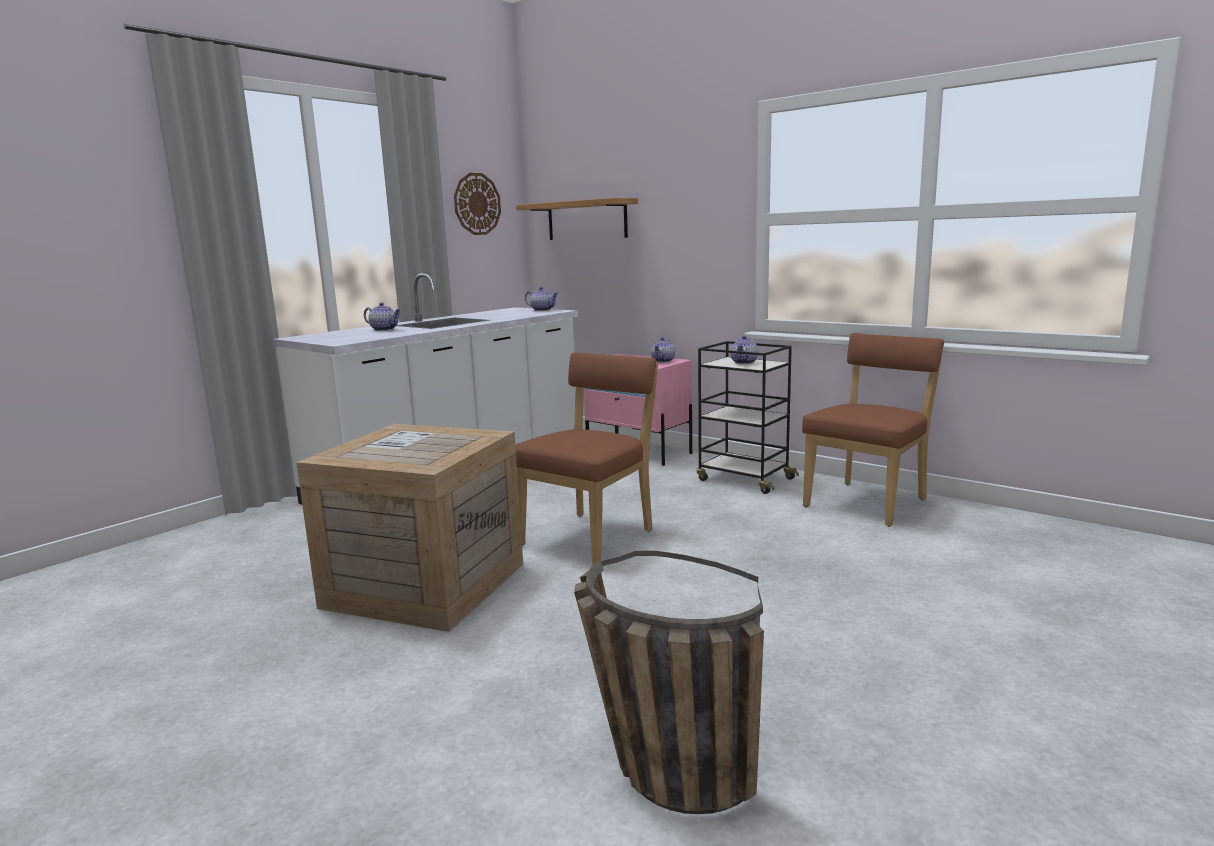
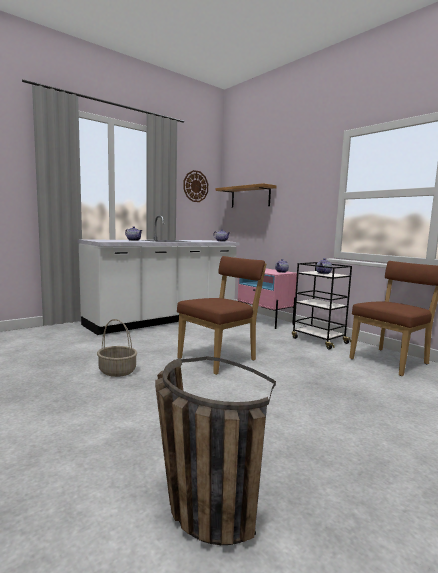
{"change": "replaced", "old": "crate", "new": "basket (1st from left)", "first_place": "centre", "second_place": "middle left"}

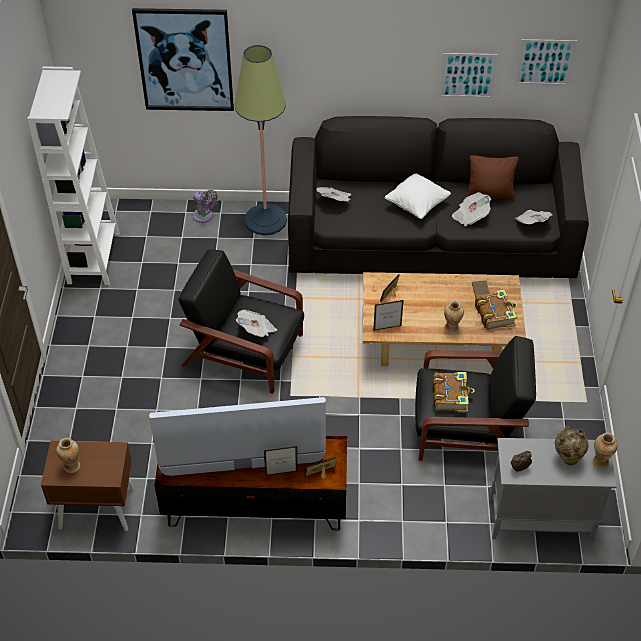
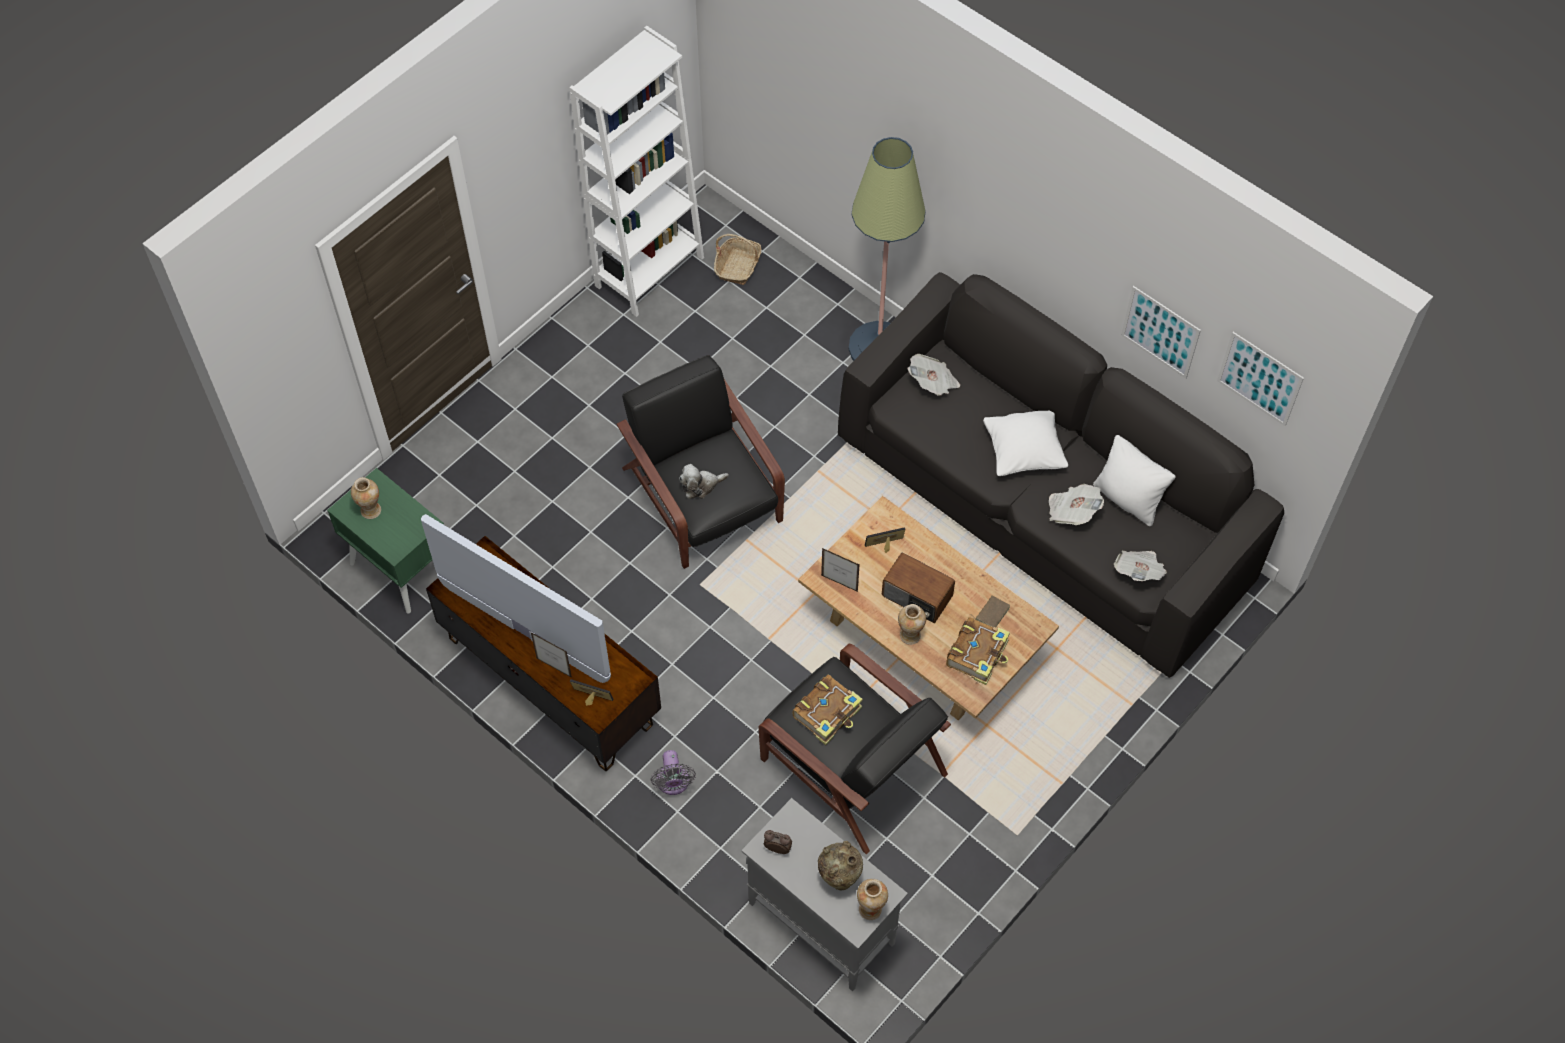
{"change": "recoloured", "old": "brown nightstand", "new": "green nightstand", "first_place": "bottom left", "second_place": "middle left"}
{"change": "removed", "old": "picture (1st from left)", "first_place": "top left"}
{"change": "moved", "old": "grey fan", "first_place": "top left", "second_place": "bottom centre"}
{"change": "replaced", "old": "newspaper (1st from left)", "new": "plush toy", "first_place": "centre", "second_place": "centre"}
{"change": "recoloured", "old": "brown pillow", "new": "white pillow (2nd from left)", "first_place": "top right", "second_place": "middle right"}
{"change": "added", "new": "basket", "second_place": "top centre"}
{"change": "added", "new": "radio", "second_place": "centre"}

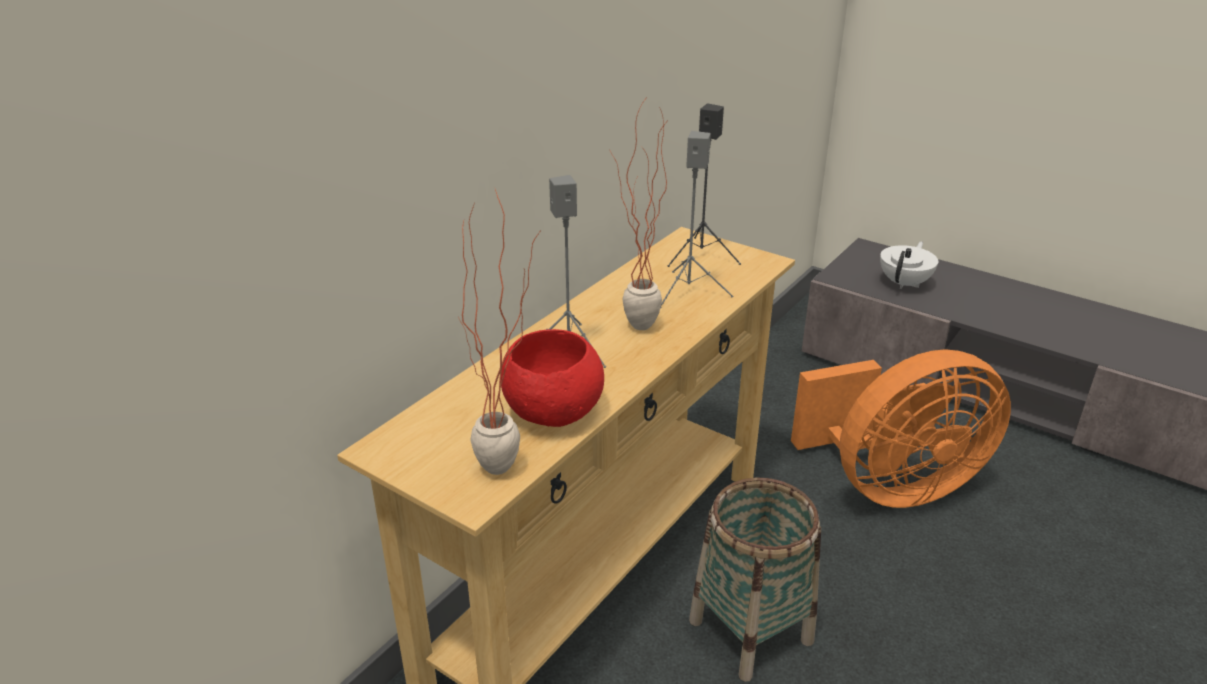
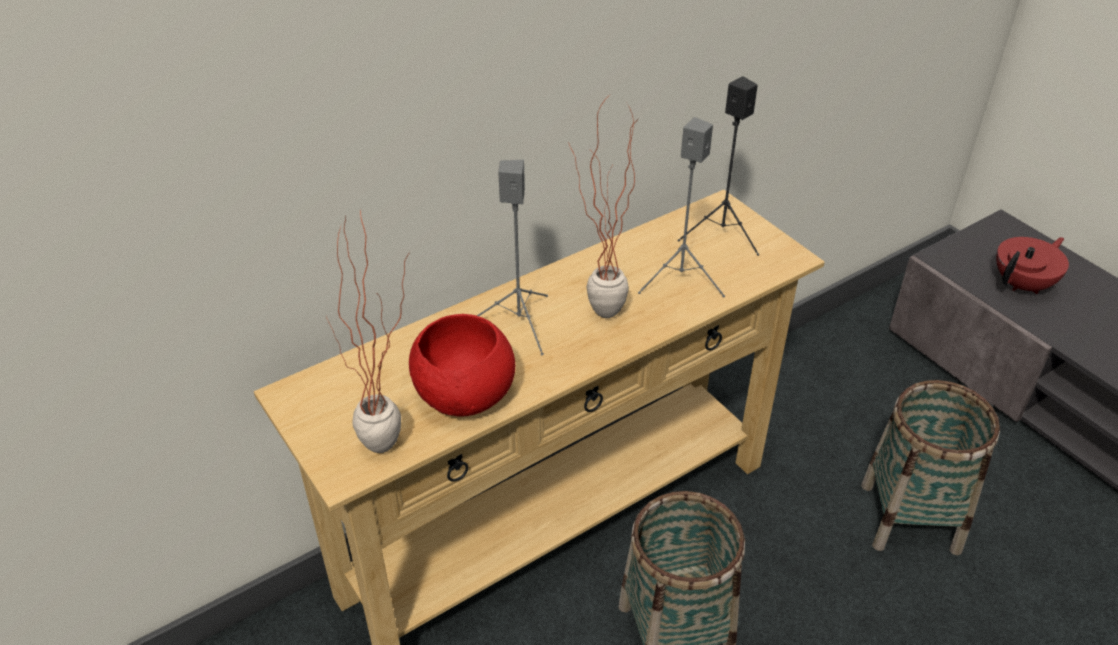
{"change": "replaced", "old": "orange fan", "new": "basket (2nd from left)", "first_place": "middle right", "second_place": "bottom right"}
{"change": "recoloured", "old": "white teapot", "new": "red teapot", "first_place": "middle right", "second_place": "middle right"}

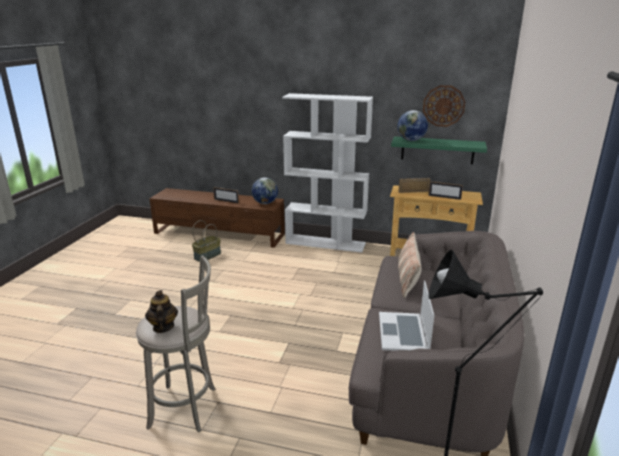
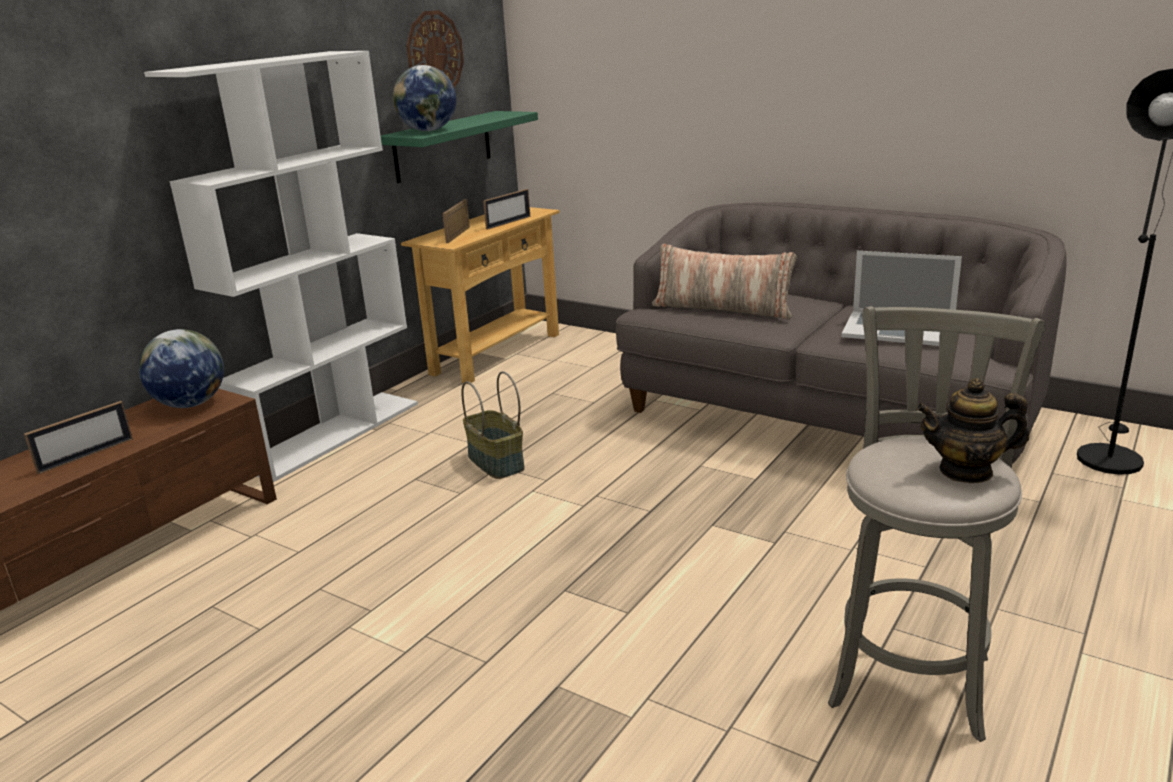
{"change": "moved", "old": "basket", "first_place": "middle left", "second_place": "centre"}

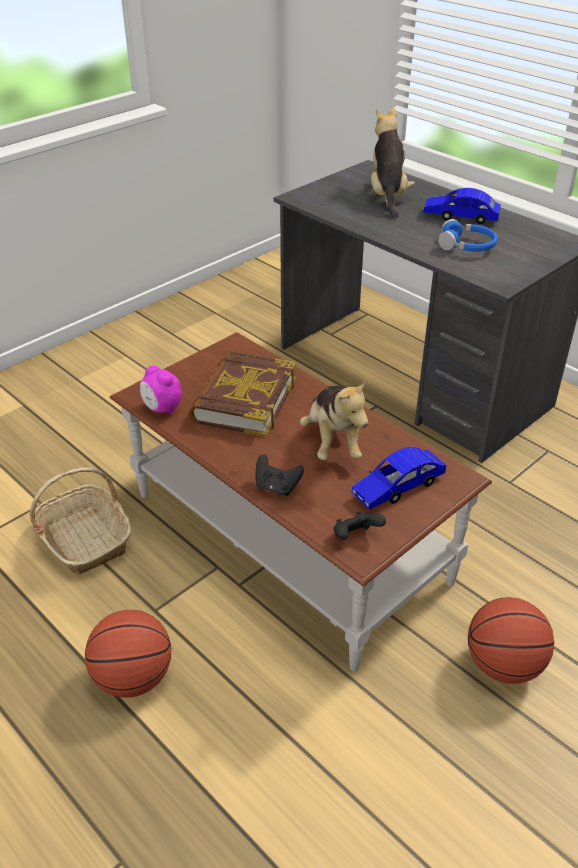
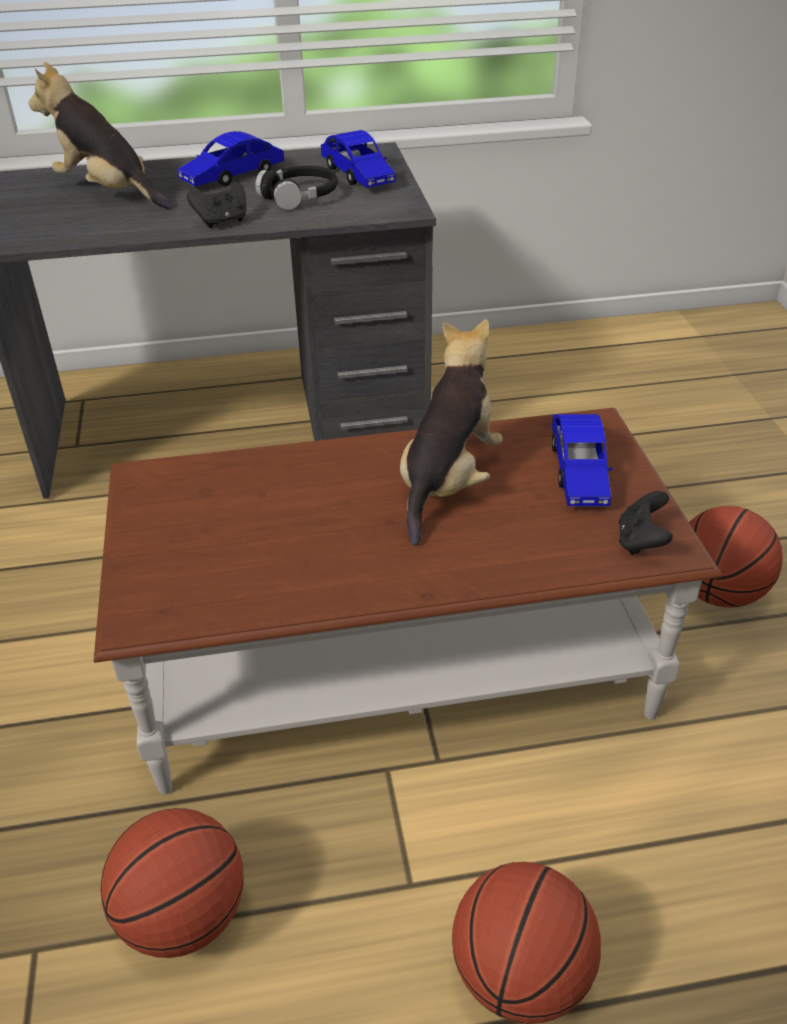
{"change": "replaced", "old": "basket", "new": "basketball (1st from left)", "first_place": "middle left", "second_place": "bottom left"}
{"change": "removed", "old": "alarm clock", "first_place": "middle left"}
{"change": "removed", "old": "book", "first_place": "centre"}
{"change": "moved", "old": "black game controller (1st from left)", "first_place": "centre", "second_place": "top left"}
{"change": "turned", "old": "plush toy (1st from left in the first image)", "first_place": "centre", "second_place": "centre", "degrees": -90}
{"change": "recoloured", "old": "blue headphones", "new": "black headphones", "first_place": "top right", "second_place": "top centre"}
{"change": "added", "new": "blue toy car (2nd from left)", "second_place": "top centre"}

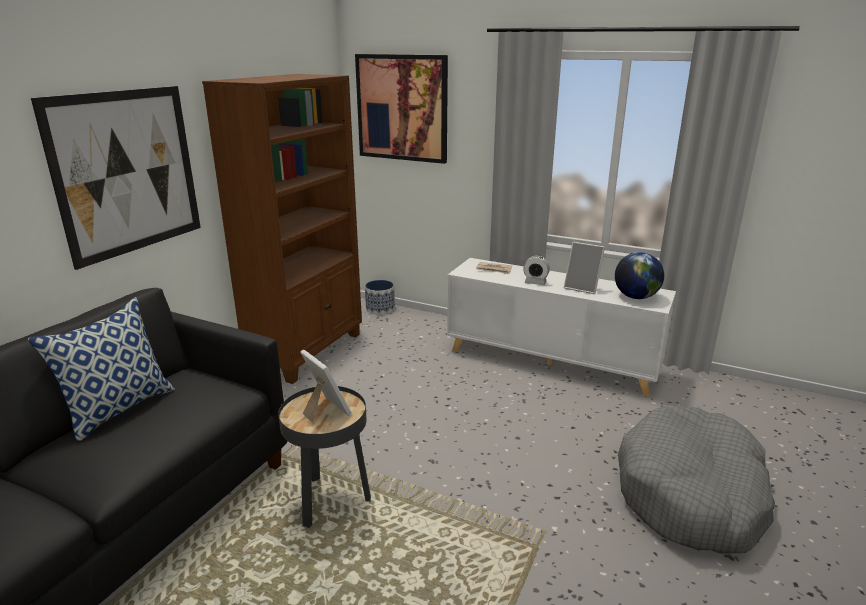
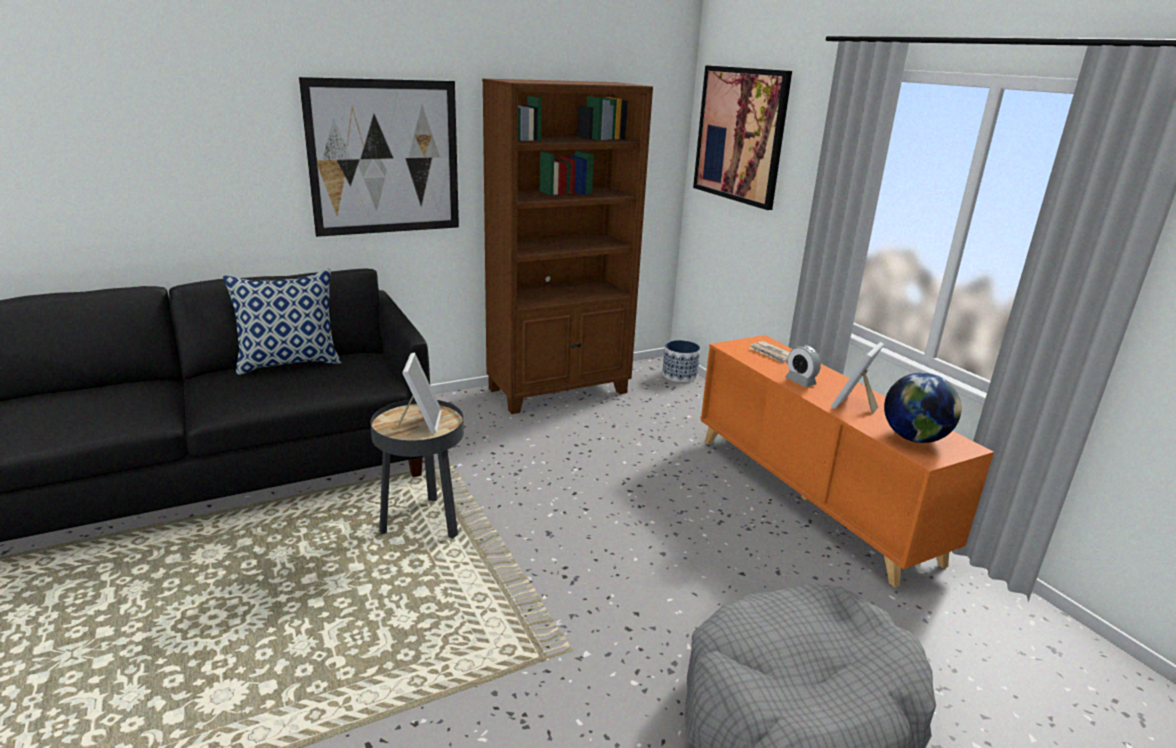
{"change": "recoloured", "old": "white cabinet", "new": "orange cabinet", "first_place": "centre", "second_place": "middle right"}
{"change": "turned", "old": "picture frame (2nd from left)", "first_place": "middle right", "second_place": "middle right", "degrees": 60}

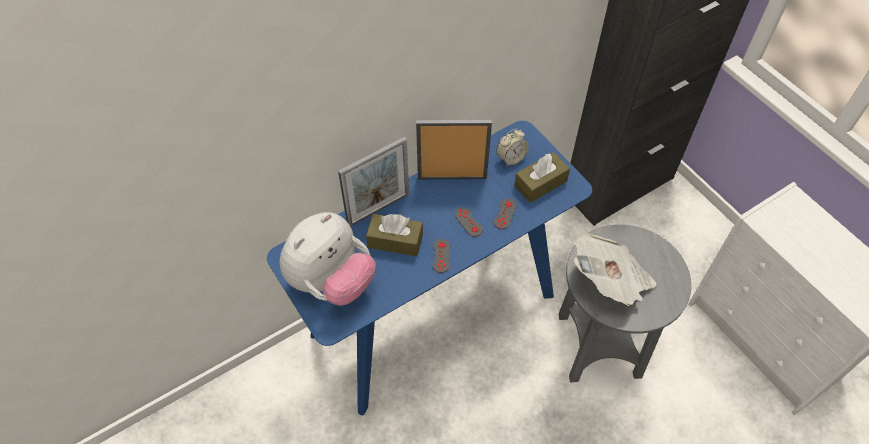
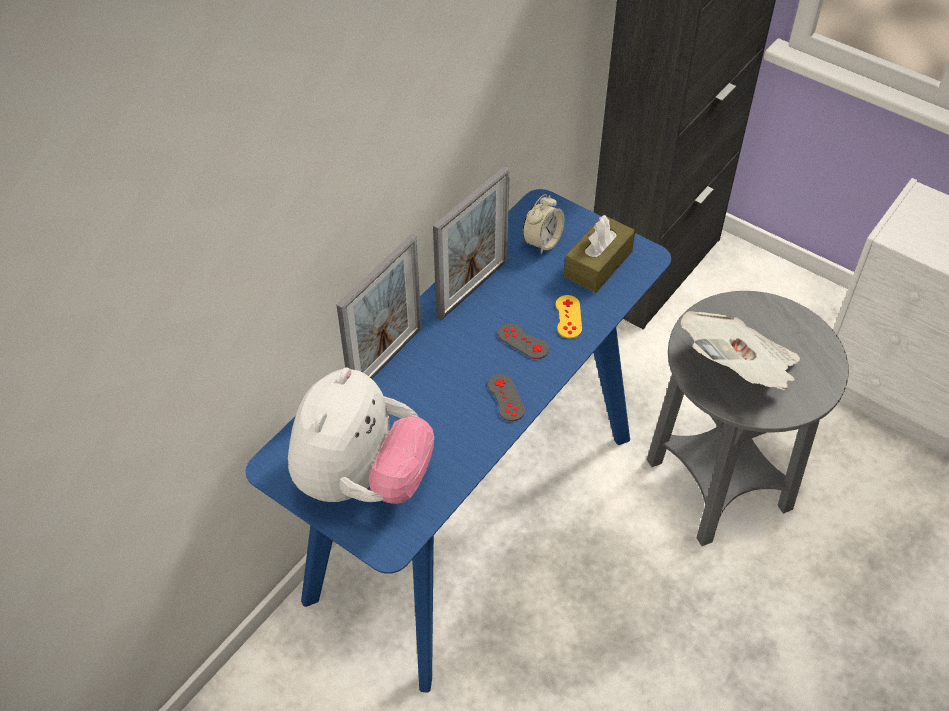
{"change": "removed", "old": "brown tissue box (1st from left)", "first_place": "centre"}
{"change": "turned", "old": "picture frame (2nd from left)", "first_place": "centre", "second_place": "centre", "degrees": 150}
{"change": "recoloured", "old": "grey game controller (3rd from left)", "new": "yellow game controller", "first_place": "centre", "second_place": "centre"}

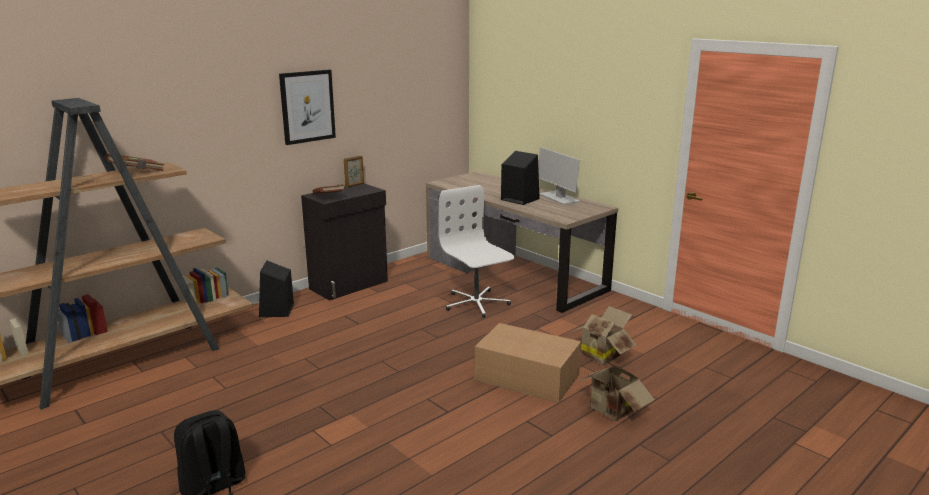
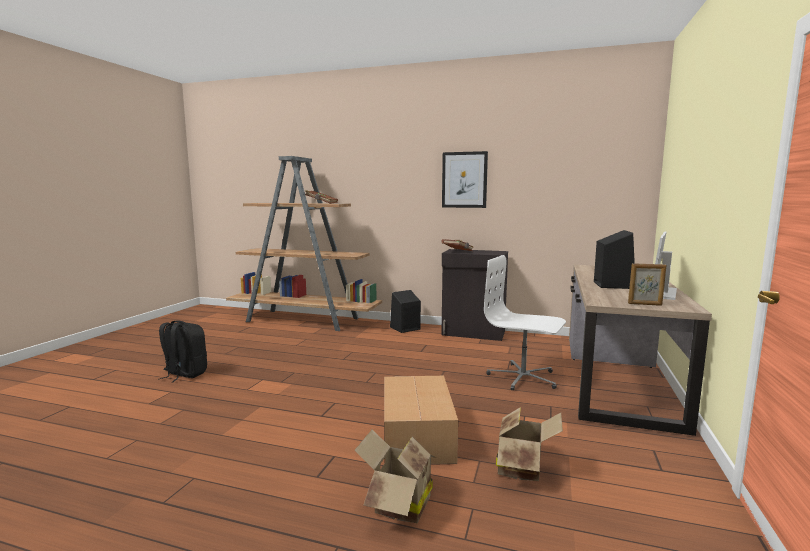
{"change": "moved", "old": "picture frame", "first_place": "centre", "second_place": "middle right"}
{"change": "turned", "old": "white office chair", "first_place": "centre", "second_place": "centre", "degrees": -90}

